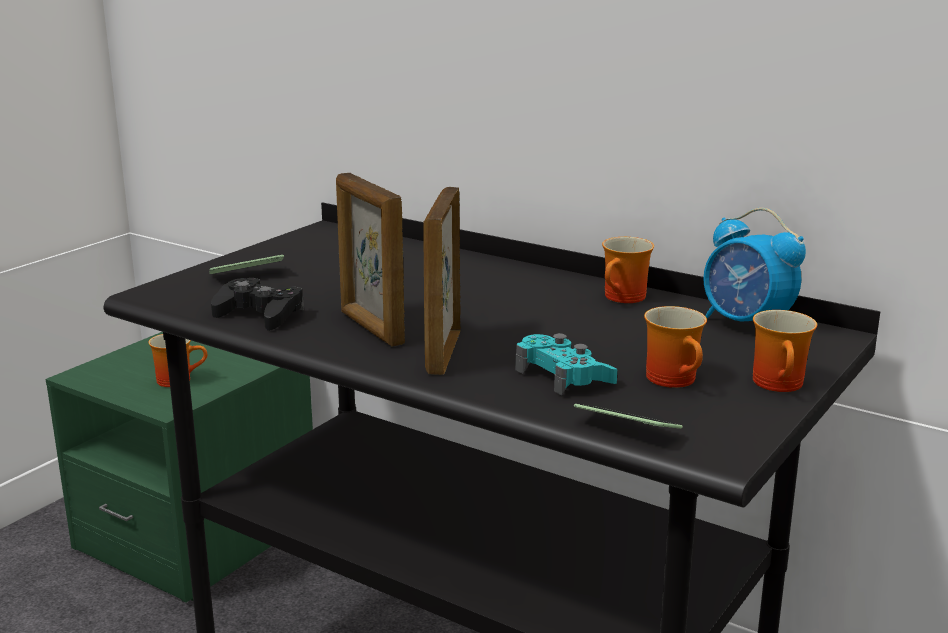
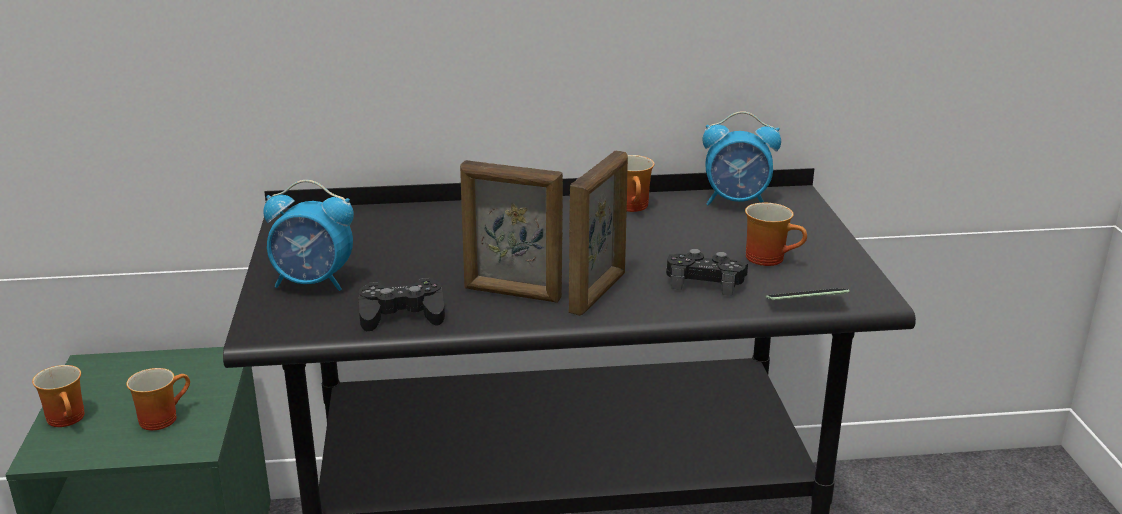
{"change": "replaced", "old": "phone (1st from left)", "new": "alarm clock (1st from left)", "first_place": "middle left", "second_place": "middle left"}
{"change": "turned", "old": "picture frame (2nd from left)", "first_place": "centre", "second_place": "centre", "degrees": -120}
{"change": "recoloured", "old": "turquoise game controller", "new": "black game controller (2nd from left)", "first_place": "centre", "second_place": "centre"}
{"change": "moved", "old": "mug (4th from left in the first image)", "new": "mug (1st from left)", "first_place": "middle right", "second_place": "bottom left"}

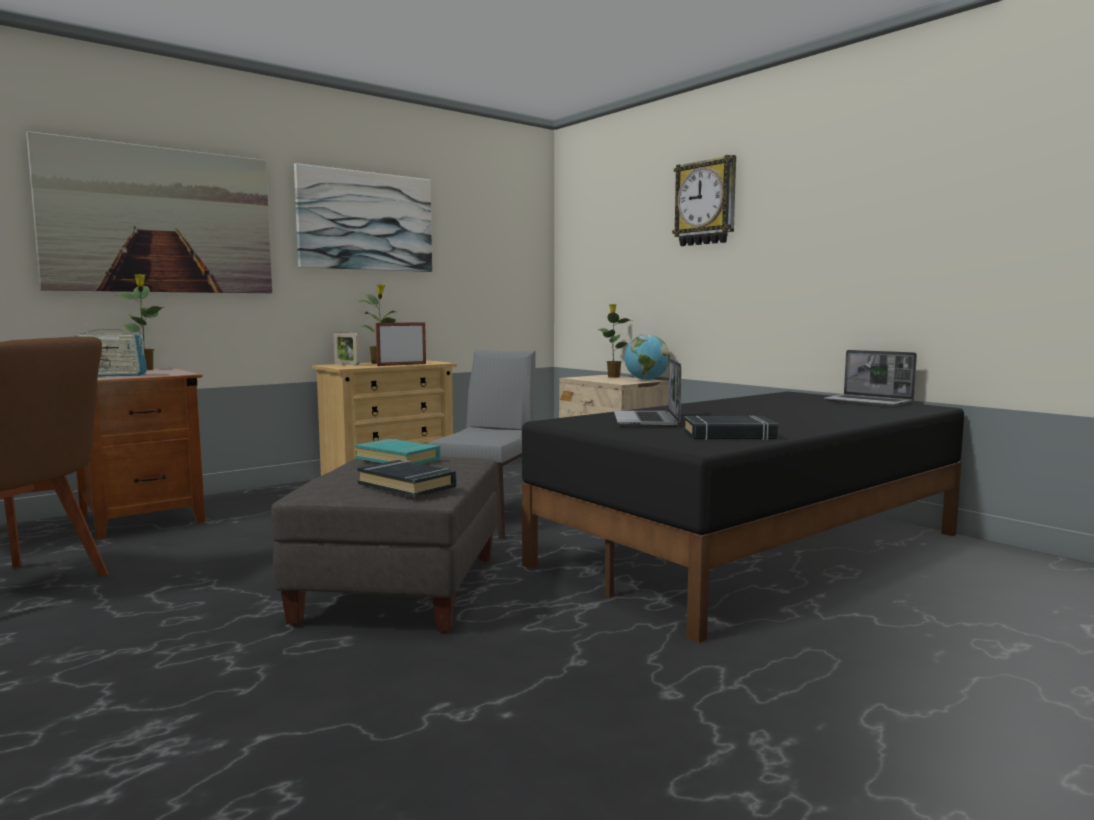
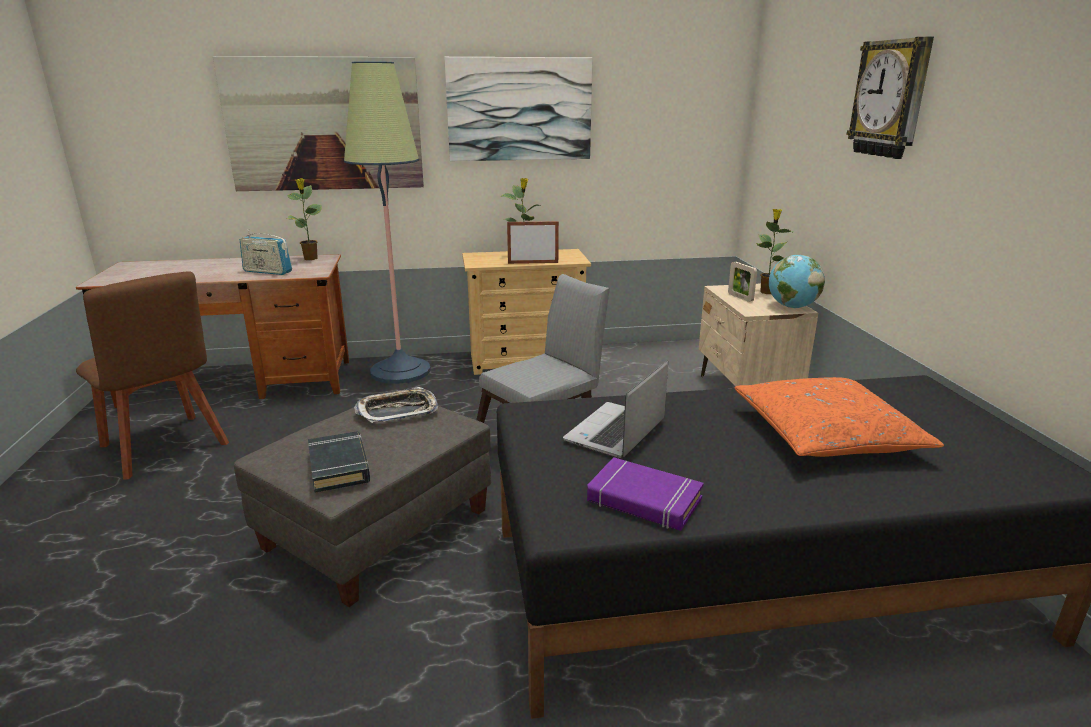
{"change": "moved", "old": "picture frame (1st from left in the first image)", "new": "picture frame (2nd from left)", "first_place": "middle left", "second_place": "middle right"}
{"change": "replaced", "old": "turquoise book", "new": "tray", "first_place": "centre", "second_place": "centre"}
{"change": "recoloured", "old": "black book (2nd from left)", "new": "purple book", "first_place": "middle right", "second_place": "bottom centre"}
{"change": "removed", "old": "laptop (2nd from left)", "first_place": "middle right"}
{"change": "added", "new": "floor lamp", "second_place": "top centre"}
{"change": "added", "new": "orange pillow", "second_place": "middle right"}

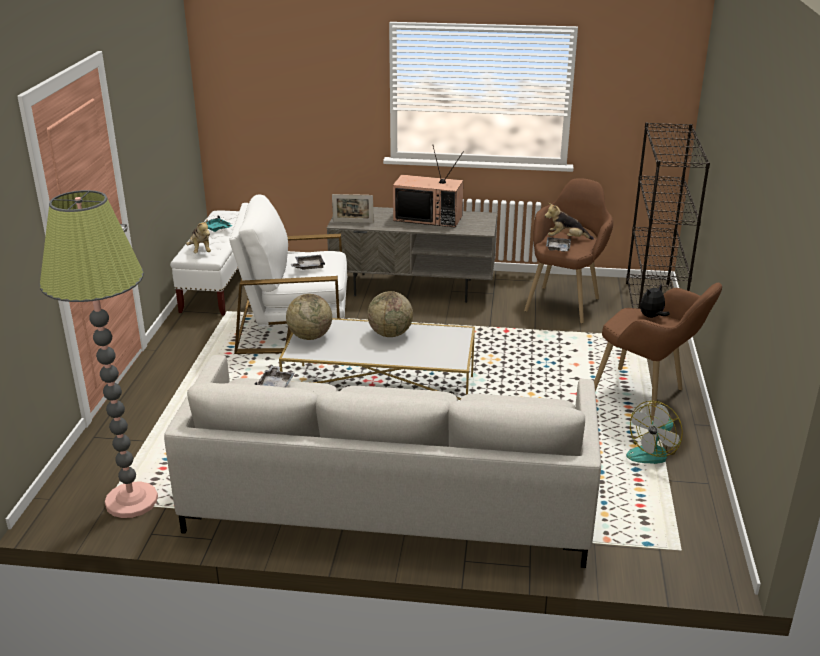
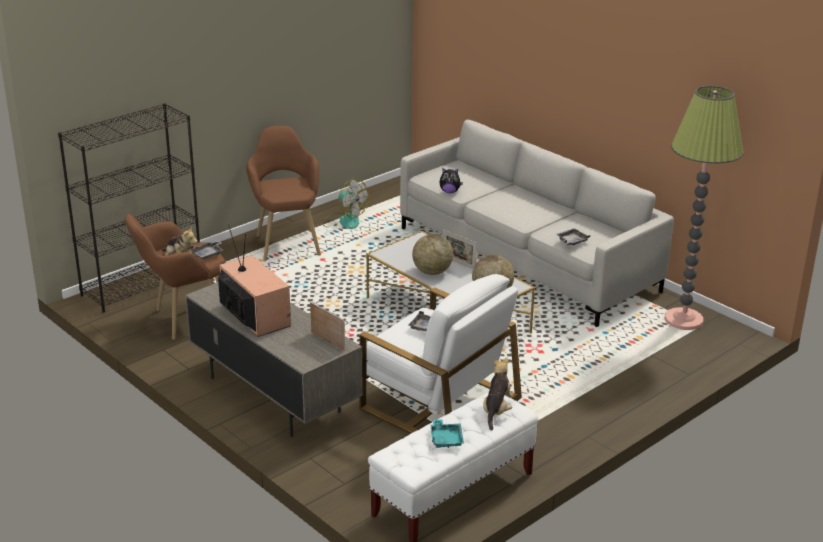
{"change": "turned", "old": "fan", "first_place": "middle right", "second_place": "centre", "degrees": 45}
{"change": "moved", "old": "plush toy (3rd from left in the first image)", "new": "plush toy (2nd from left)", "first_place": "middle right", "second_place": "top centre"}
{"change": "added", "new": "picture frame (2nd from left)", "second_place": "centre"}

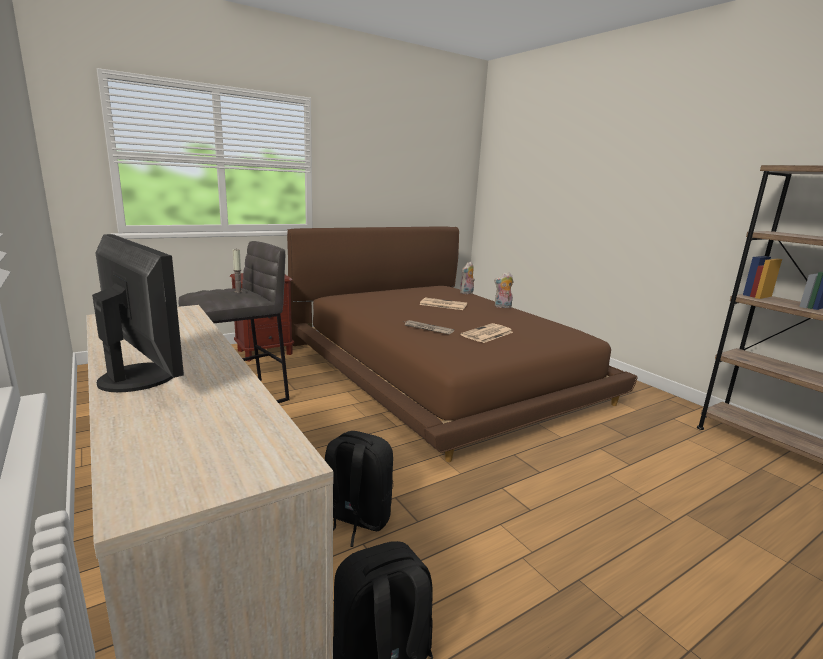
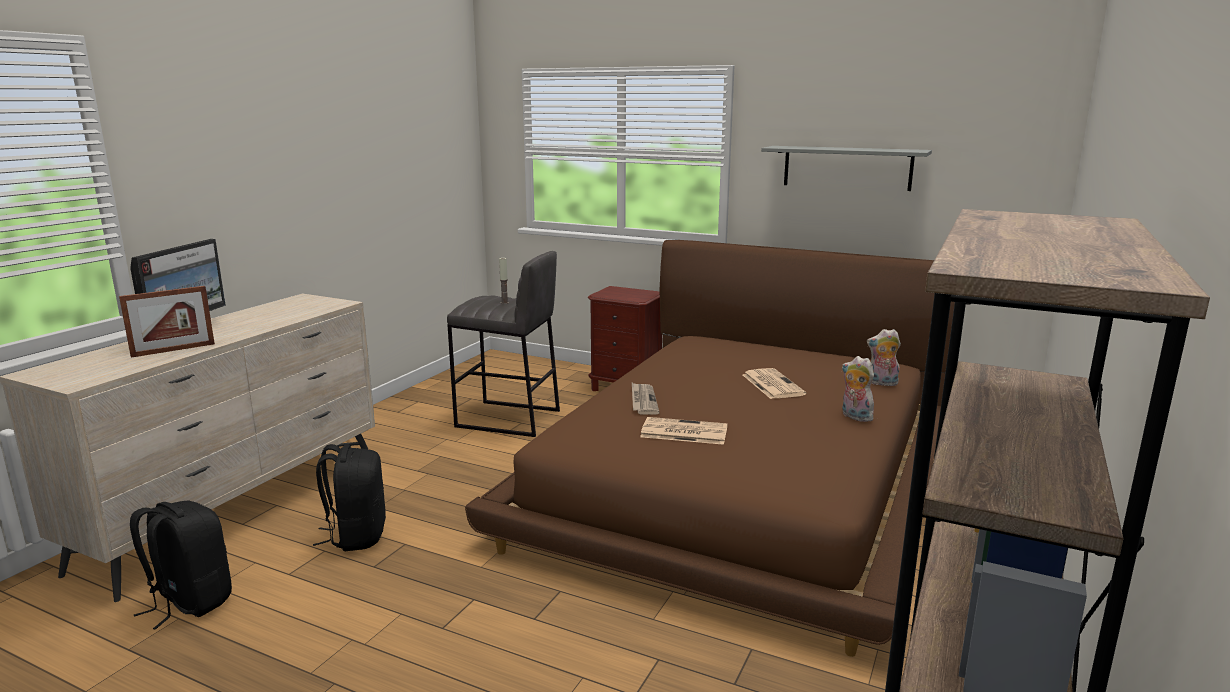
{"change": "added", "new": "picture frame", "second_place": "middle left"}
{"change": "added", "new": "grey shelf", "second_place": "top right"}

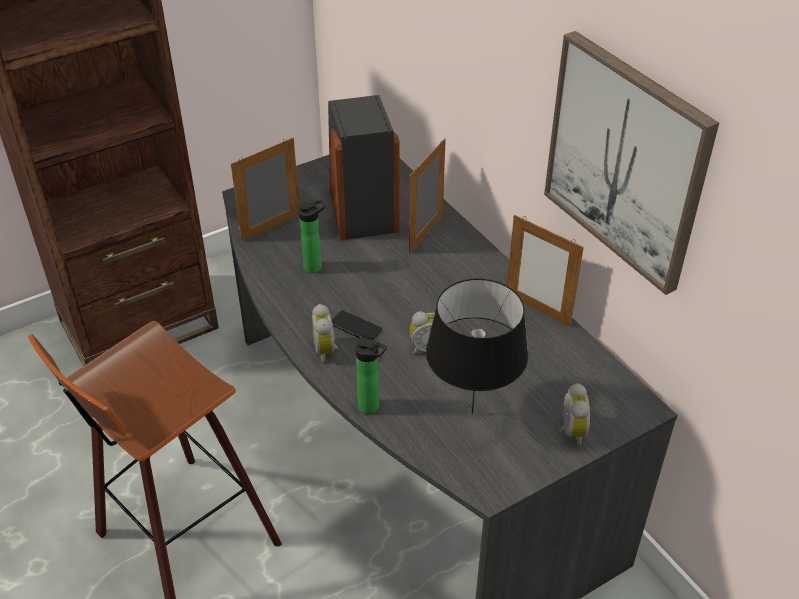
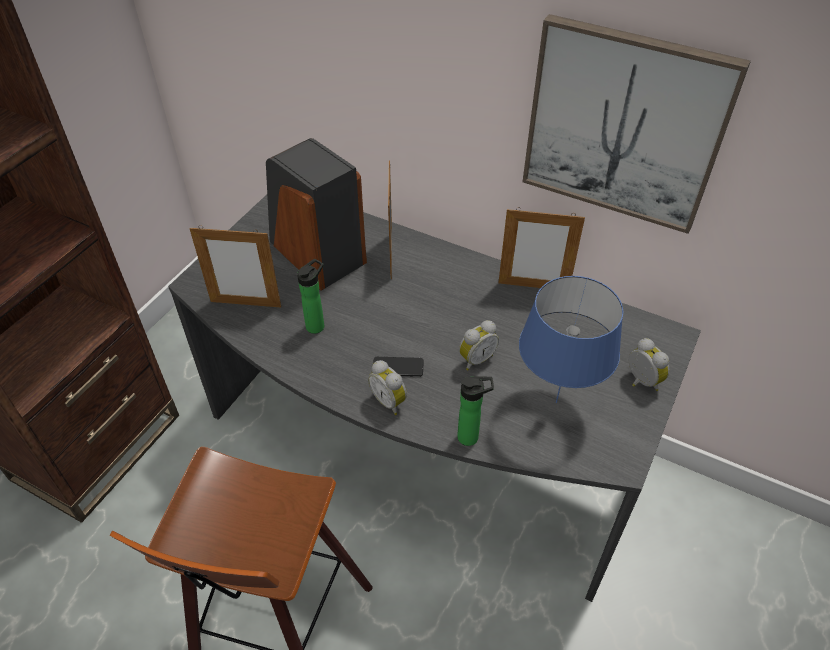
{"change": "turned", "old": "picture frame (1st from left)", "first_place": "top left", "second_place": "middle left", "degrees": -105}
{"change": "recoloured", "old": "black table lamp", "new": "blue table lamp", "first_place": "centre", "second_place": "middle right"}

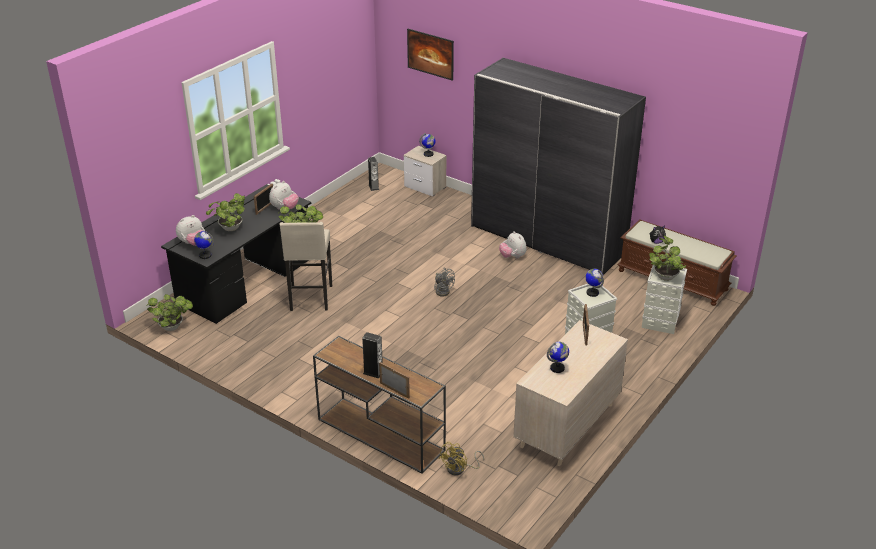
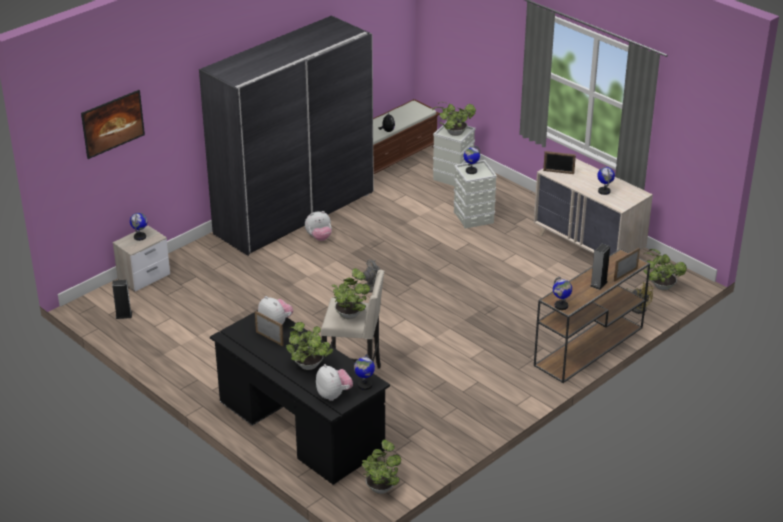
{"change": "added", "new": "globe (4th from left)", "second_place": "middle right"}
{"change": "added", "new": "potted plant (5th from left)", "second_place": "middle right"}

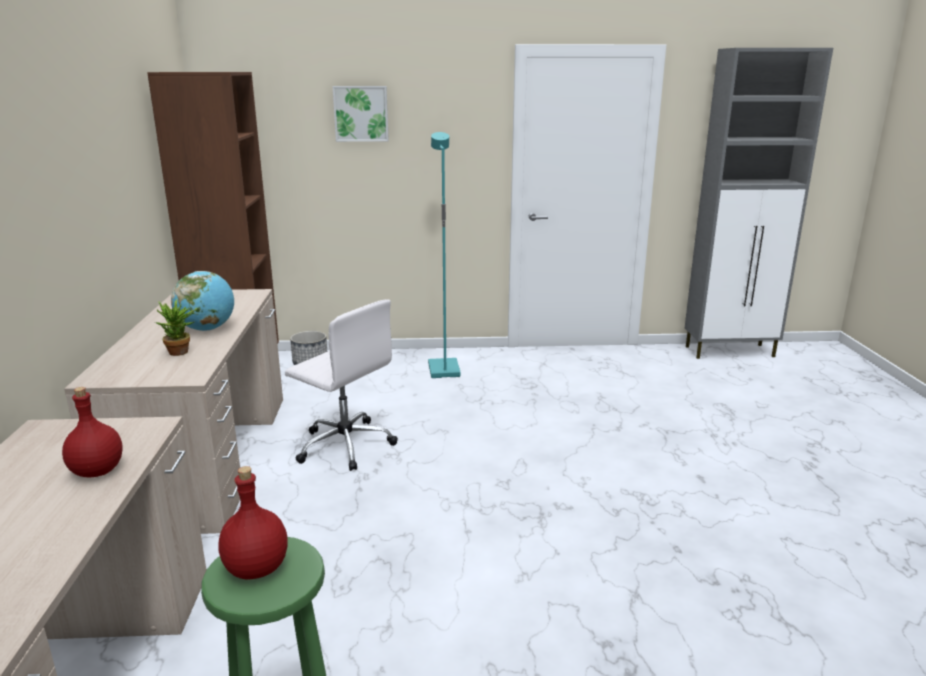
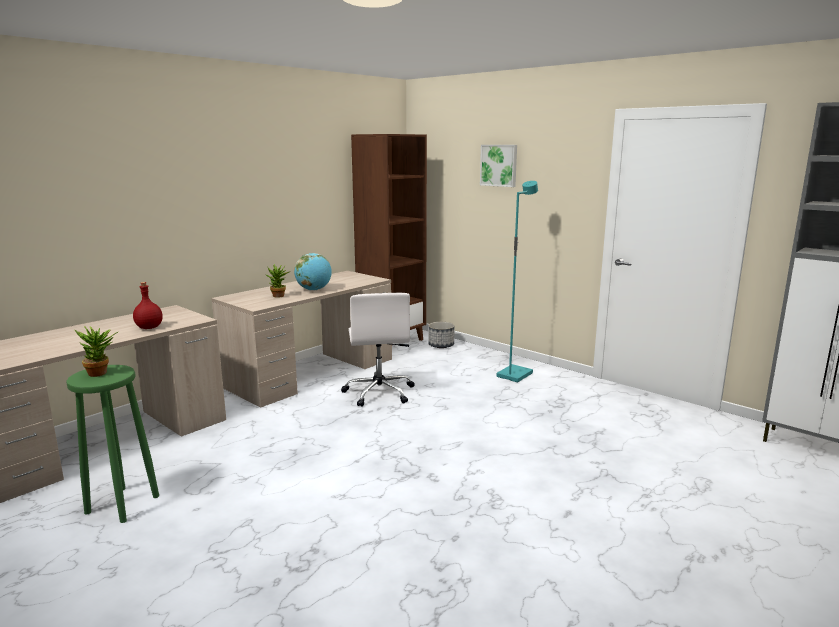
{"change": "replaced", "old": "red bottle (2nd from left)", "new": "potted plant (1st from left)", "first_place": "bottom left", "second_place": "middle left"}

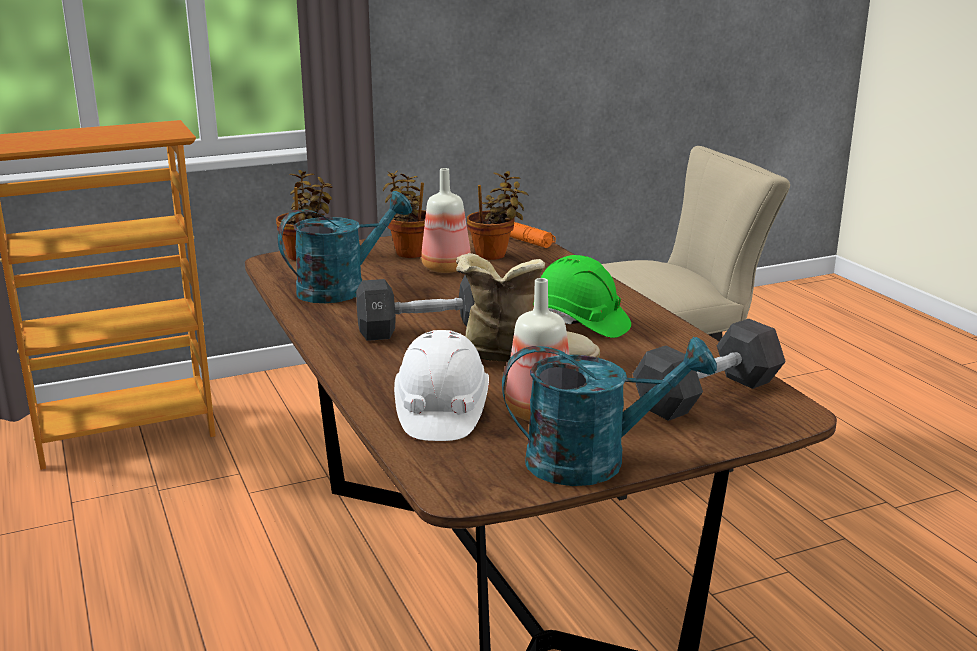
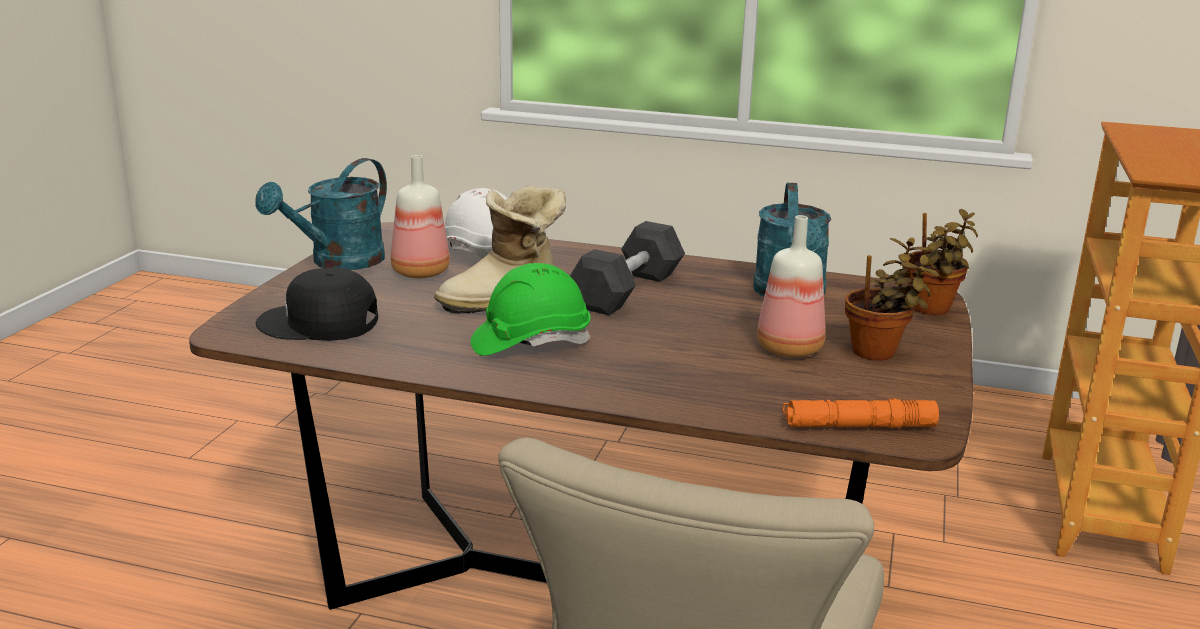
{"change": "removed", "old": "potted plant (3rd from left)", "first_place": "top centre"}
{"change": "replaced", "old": "black dumbbell (2nd from left)", "new": "black cap", "first_place": "middle right", "second_place": "middle left"}

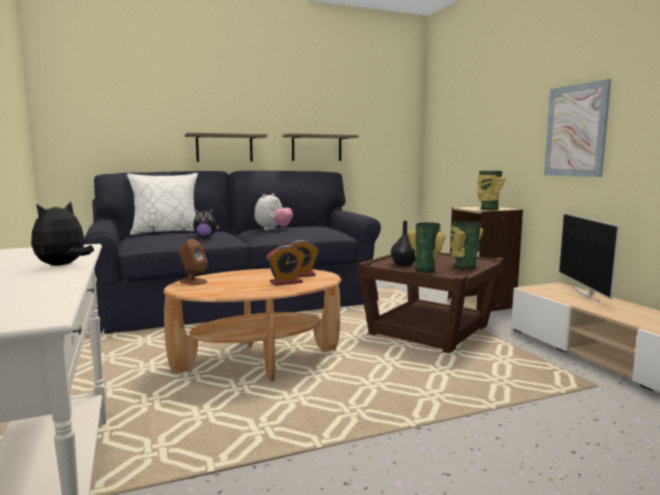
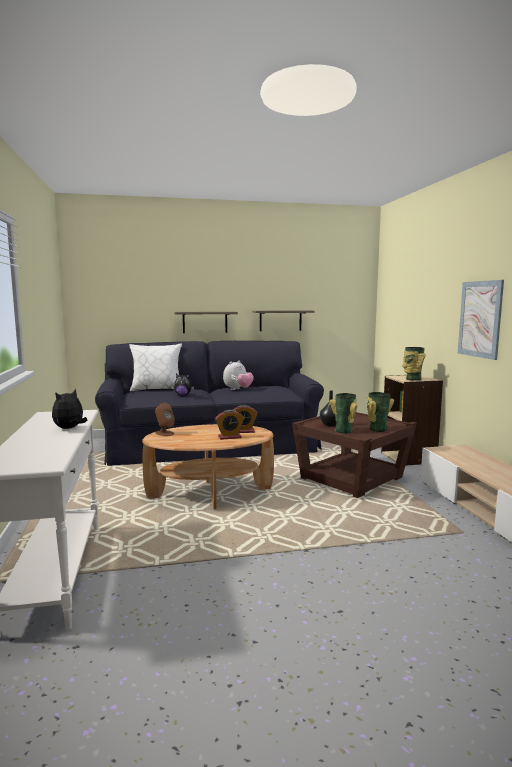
{"change": "removed", "old": "television", "first_place": "middle right"}

